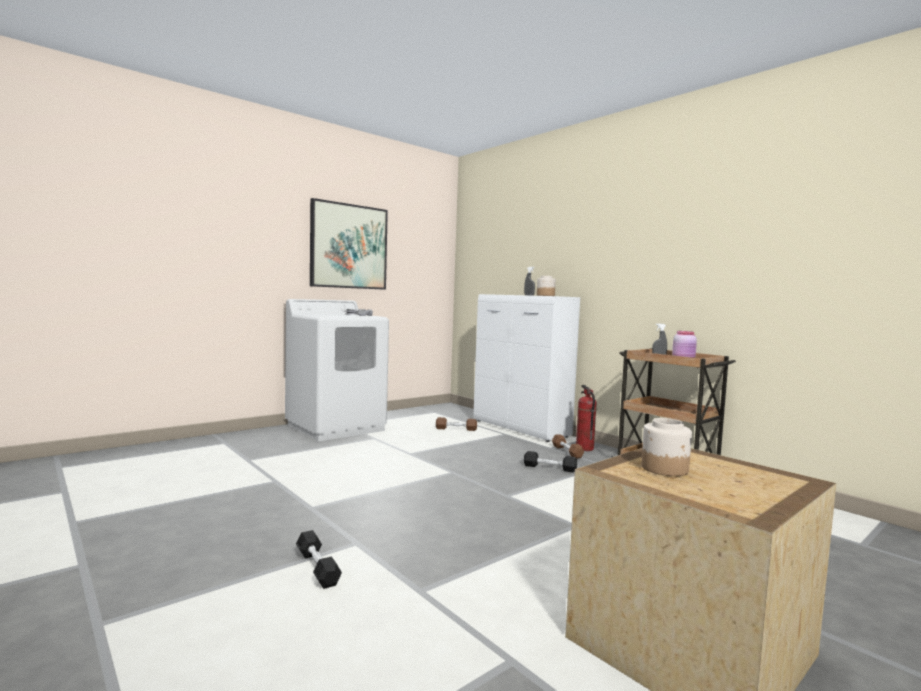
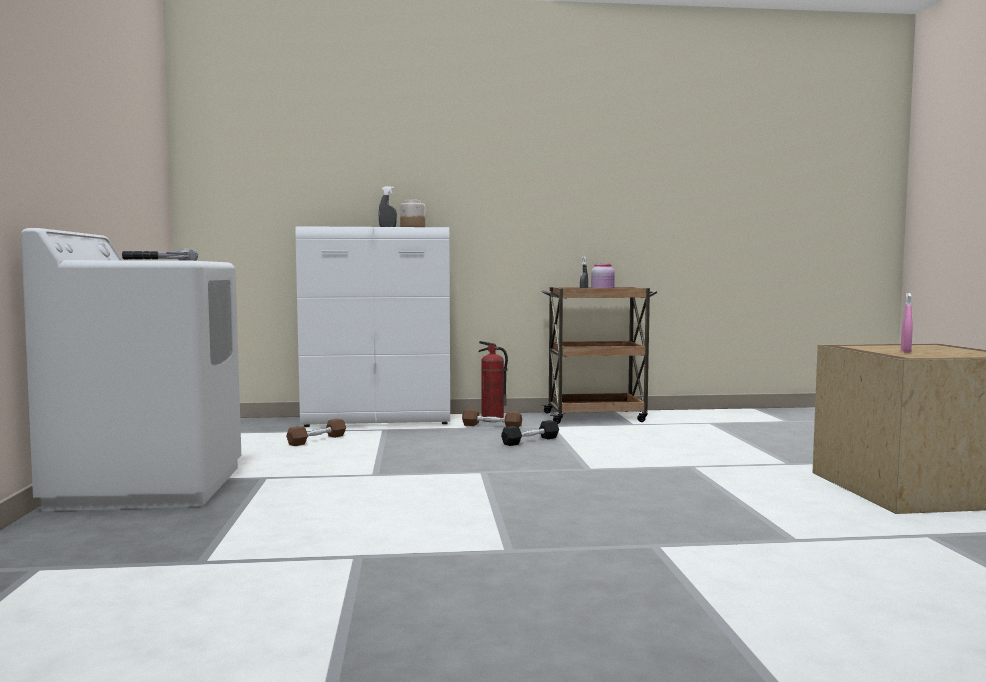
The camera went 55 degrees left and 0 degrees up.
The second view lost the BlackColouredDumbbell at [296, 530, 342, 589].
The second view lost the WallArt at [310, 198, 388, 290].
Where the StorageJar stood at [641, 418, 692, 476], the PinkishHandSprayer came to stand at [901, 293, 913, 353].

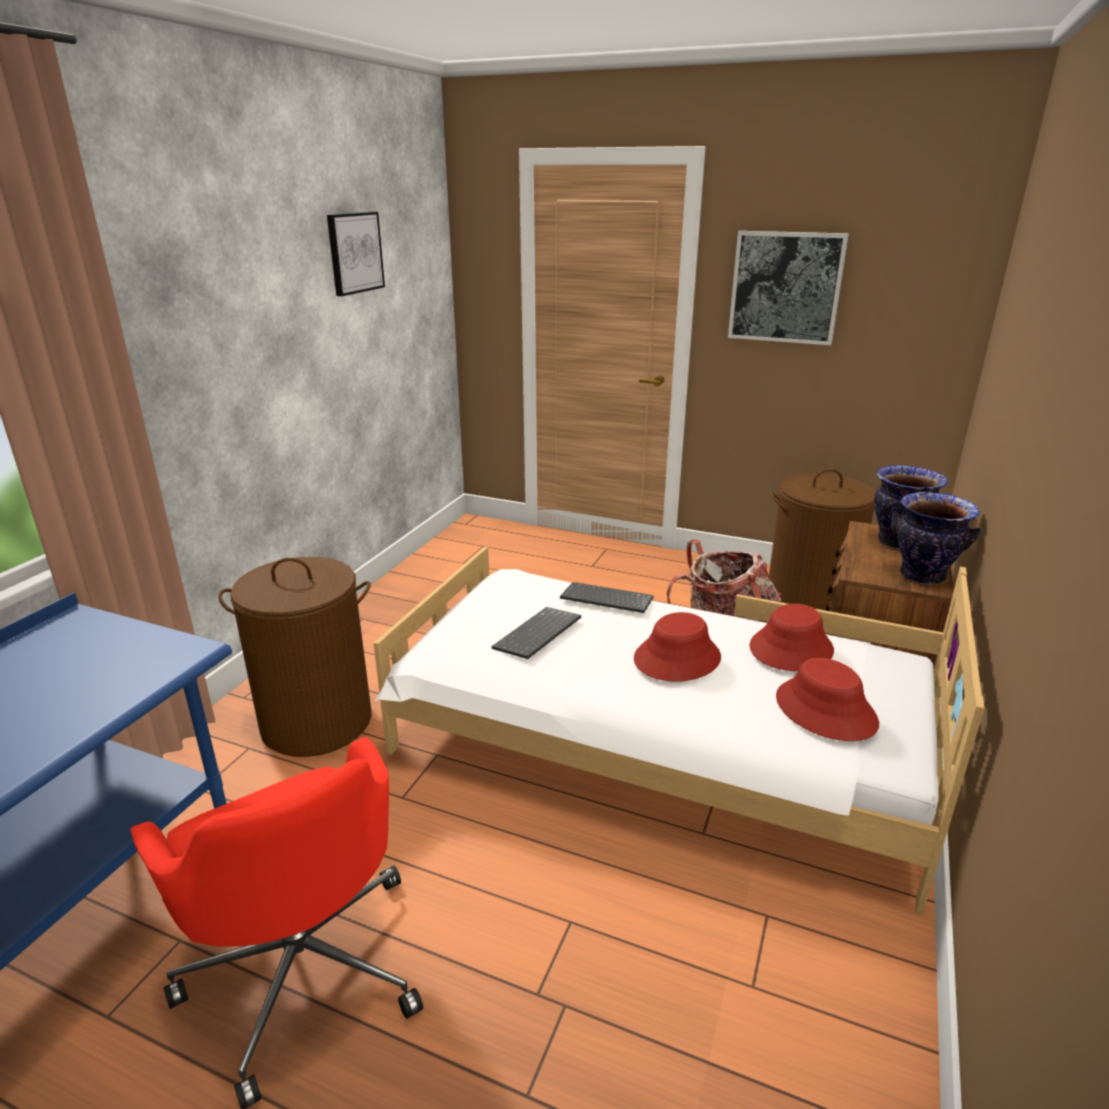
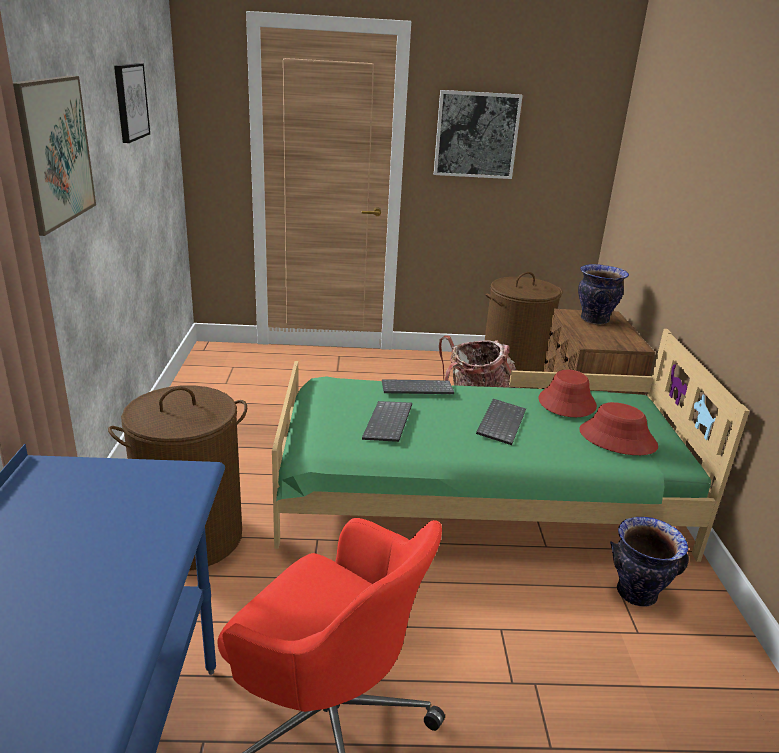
The camera went 25 degrees left and 0 degrees up.
What was the WhitishBed at [373, 547, 984, 916] turned into the GreenBed at [272, 329, 749, 562].
Where the RedHat stood at [634, 612, 721, 681], the Keyboard came to stand at [476, 399, 526, 445].
The Vase ended up elsewhere, having gone from [891, 492, 981, 585] to [610, 517, 689, 607].
The second view gained the WallArt at [13, 76, 96, 236].

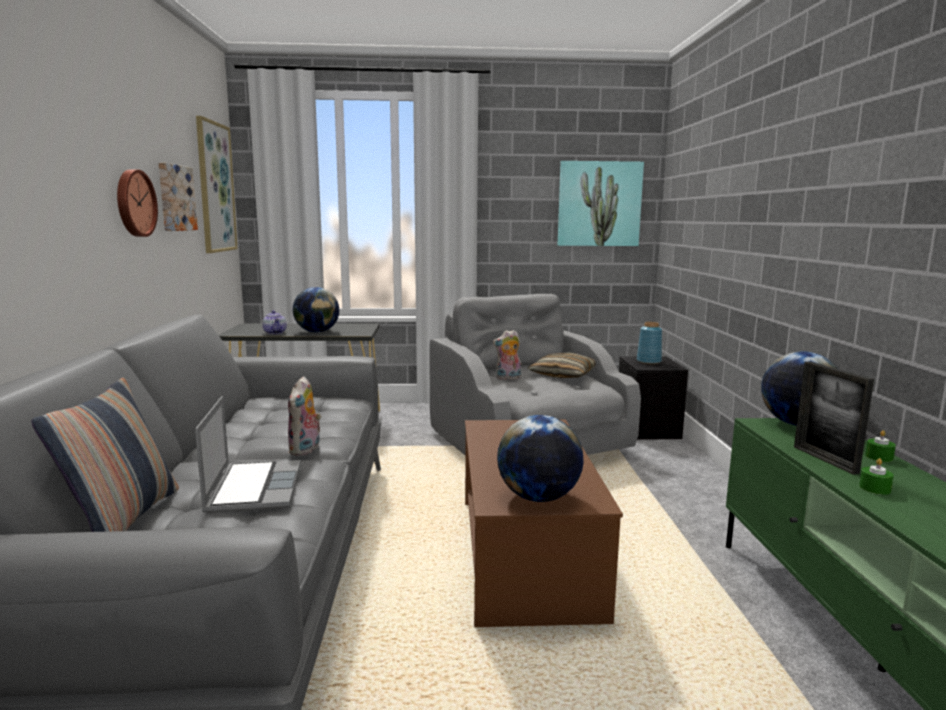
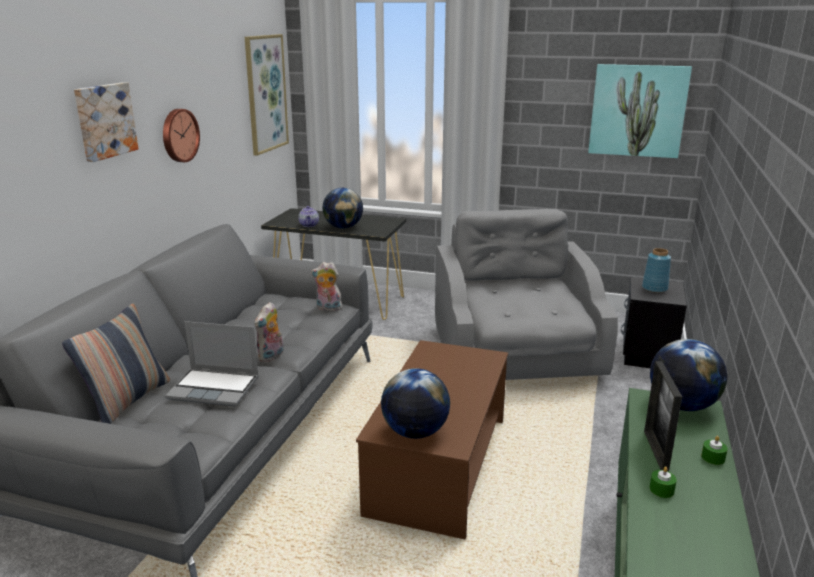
The camera went 20 degrees right and 10 degrees up.
The WallArt ended up elsewhere, having gone from [158, 163, 198, 231] to [74, 82, 138, 162].
The PortableComputer at [195, 396, 301, 513] ended up facing another way, 90 degrees clockwise from before.
The CuddlyToy ended up elsewhere, having gone from [493, 330, 521, 380] to [311, 262, 342, 311].
The second view lost the Cushion at [528, 353, 596, 378].

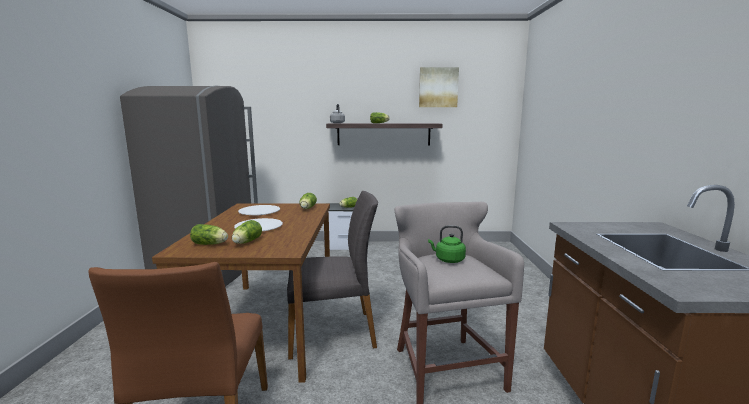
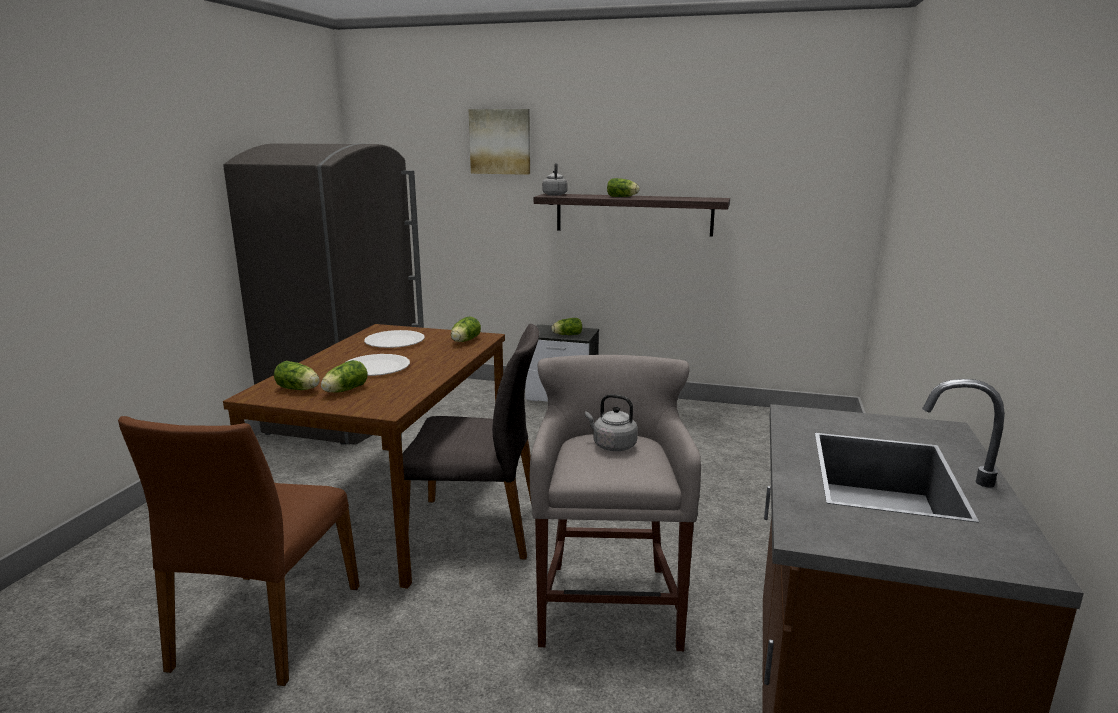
The camera went 15 degrees right and 5 degrees up.
The WallArt ended up elsewhere, having gone from [419, 67, 459, 107] to [469, 109, 530, 175].
What was the GreenTeaKettle at [428, 225, 466, 263] turned into the GreyishTeaKettle at [585, 394, 638, 451].

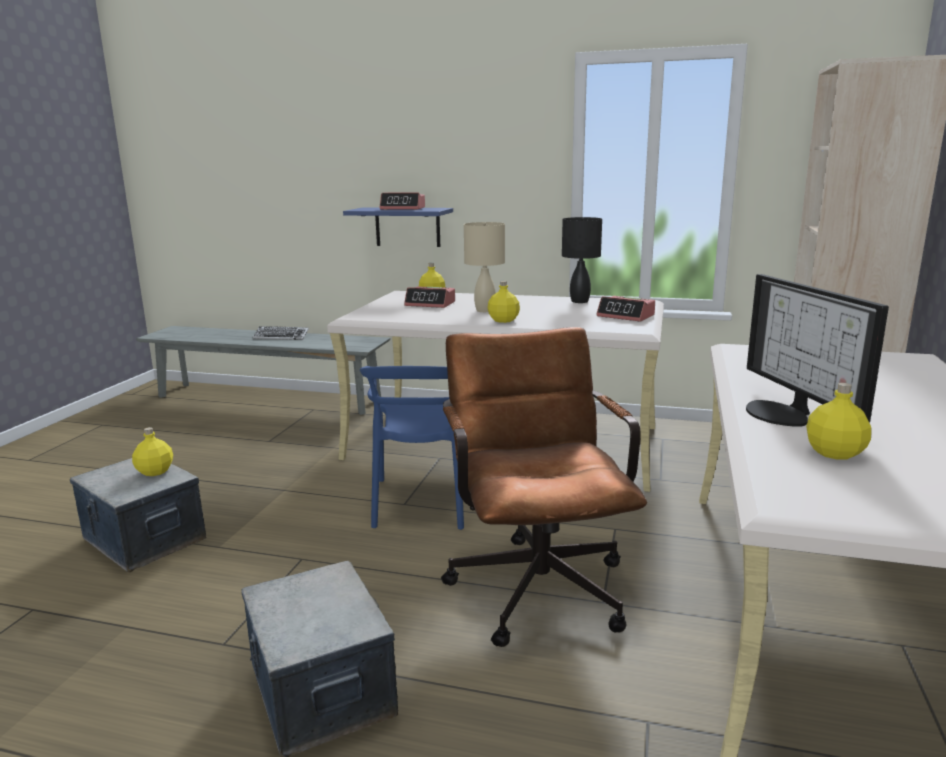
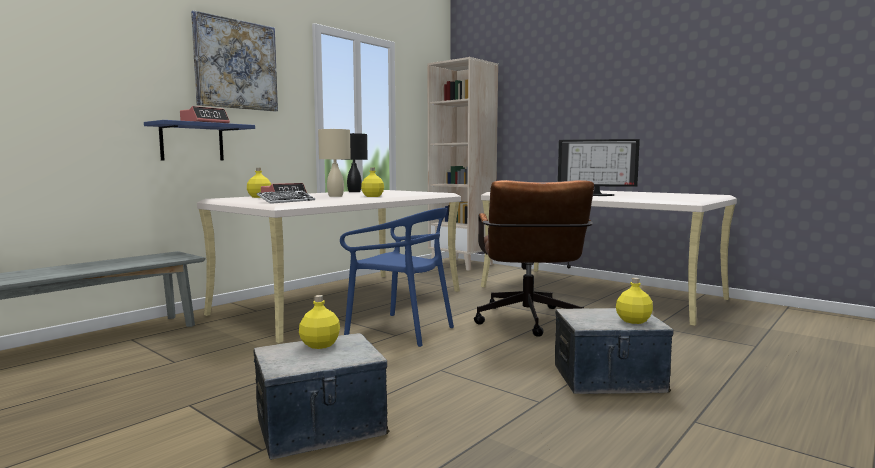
The camera went 65 degrees left and 10 degrees down.
The Keyboard ended up elsewhere, having gone from [253, 326, 309, 340] to [257, 190, 315, 204].
The BrownDeskChair at [441, 327, 647, 647] ended up facing another way, 105 degrees counterclockwise from before.
The second view lost the TableClock at [596, 296, 655, 322].
The YellowColouredBottle ended up elsewhere, having gone from [806, 383, 871, 459] to [616, 277, 653, 324].
The second view gained the WallArt at [191, 10, 278, 111].

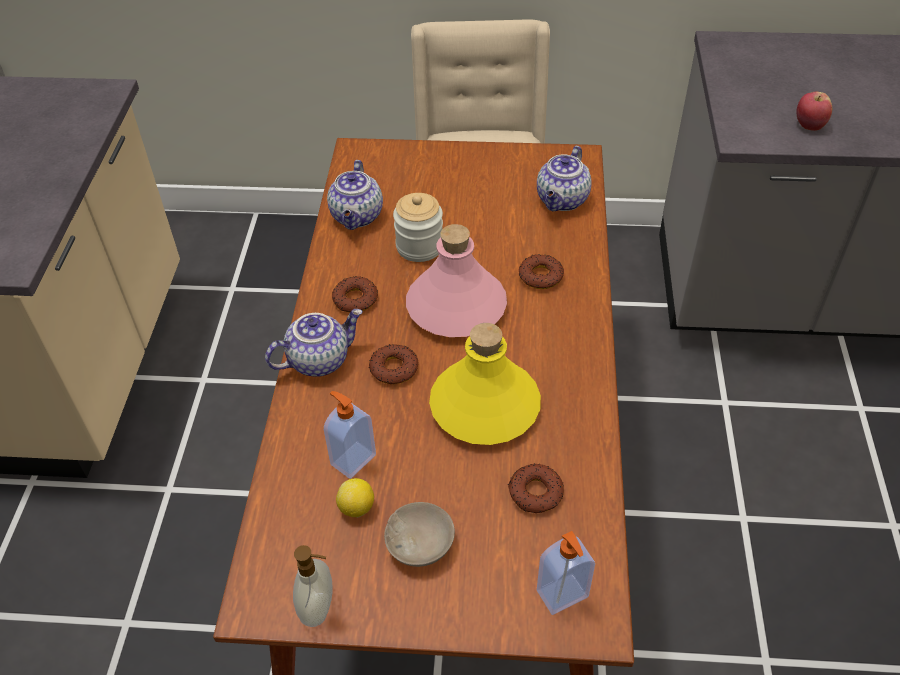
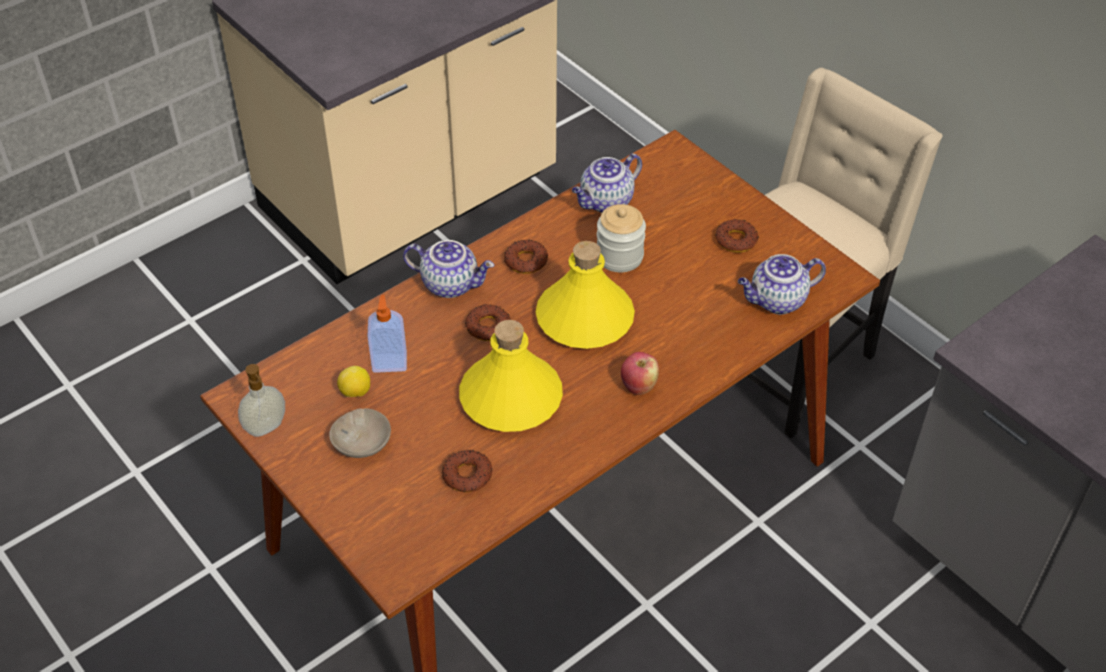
The camera went 45 degrees right and 0 degrees up.
What was the PinkishBottle at [406, 224, 507, 337] turned into the YellowColouredBottle at [536, 241, 635, 349].
The Doughnut ended up elsewhere, having gone from [519, 254, 564, 289] to [715, 219, 759, 253].
The second view lost the SoapDispenser at [537, 531, 595, 615].
The Apple ended up elsewhere, having gone from [796, 92, 832, 131] to [621, 352, 659, 395].

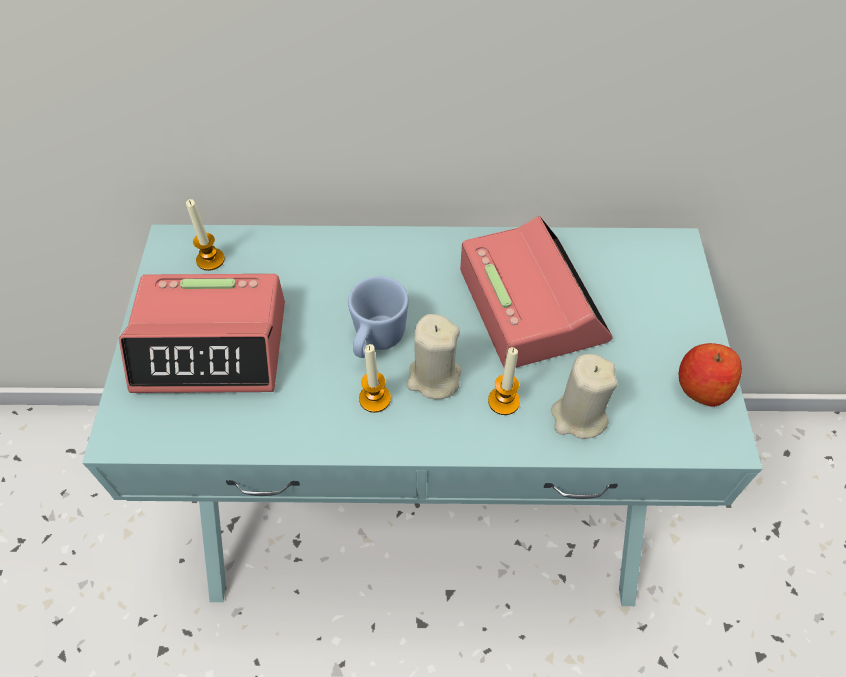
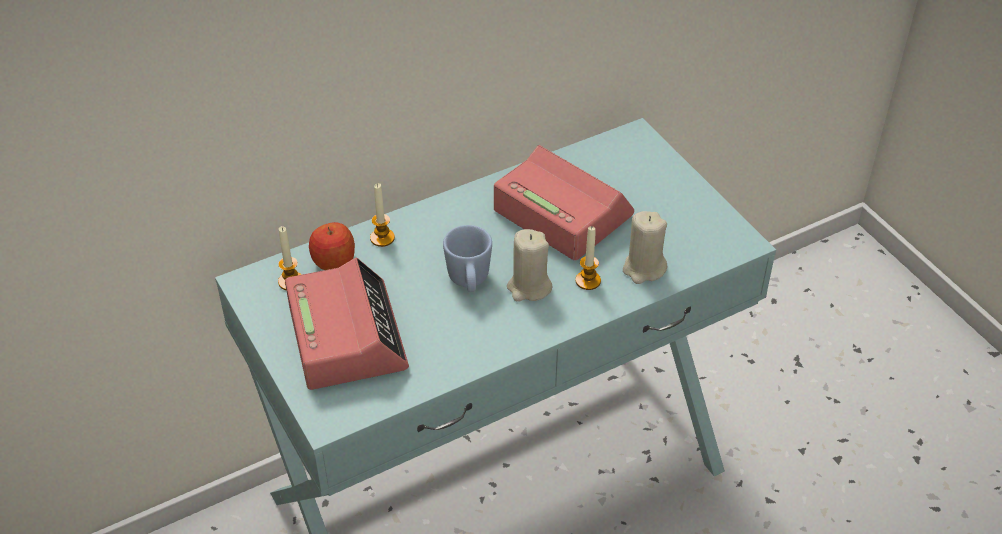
The camera went 30 degrees left and 10 degrees down.
The TableClock at [119, 274, 285, 393] ended up facing another way, 75 degrees counterclockwise from before.
The WaxLight ended up elsewhere, having gone from [359, 344, 391, 413] to [370, 183, 395, 247].
The Apple ended up elsewhere, having gone from [679, 343, 742, 407] to [309, 222, 355, 270].

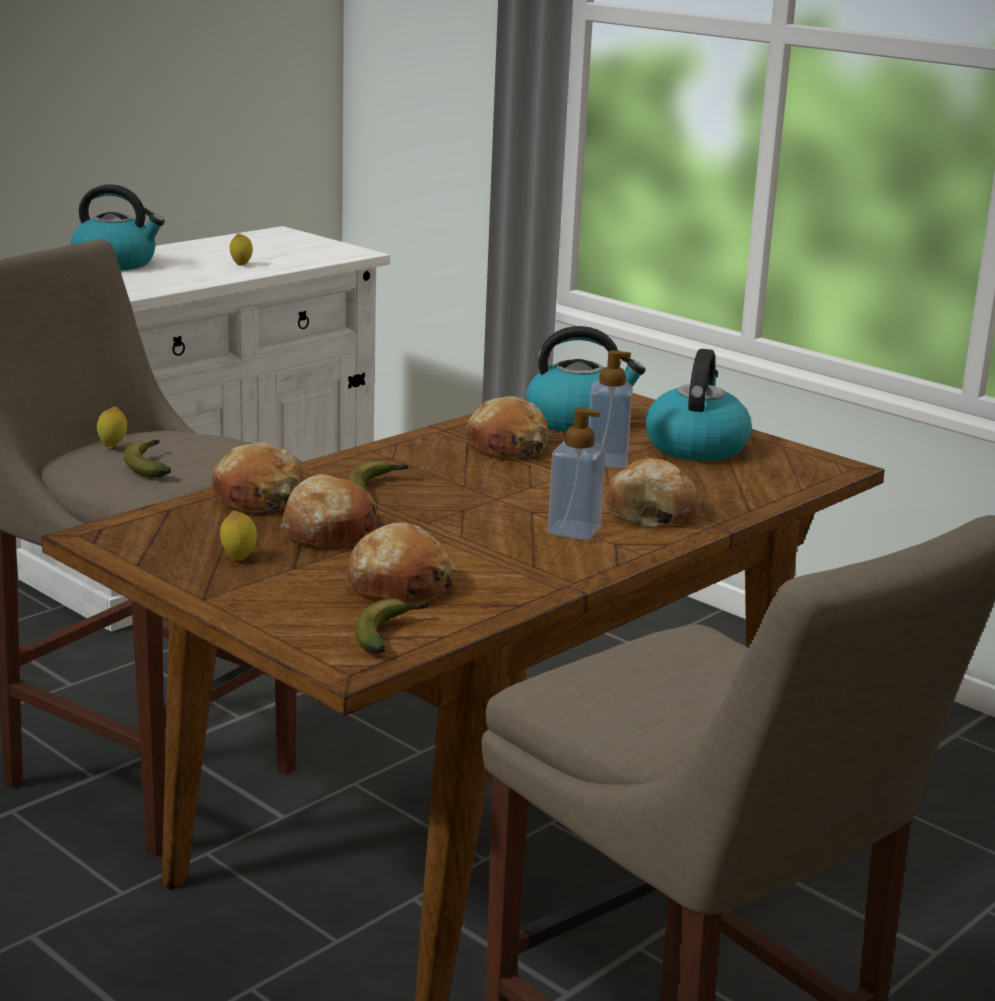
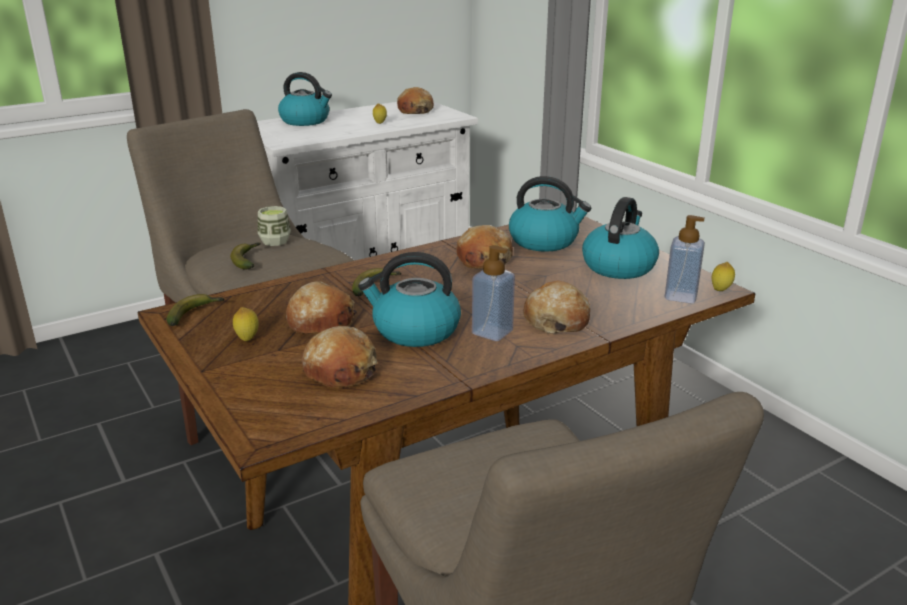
The camera went 15 degrees right and 5 degrees up.
The Lemon ended up elsewhere, having gone from [97, 406, 127, 447] to [711, 262, 735, 291].
The BakeryBread ended up elsewhere, having gone from [212, 443, 304, 512] to [397, 87, 434, 114].
The BananaFruit ended up elsewhere, having gone from [355, 599, 428, 653] to [166, 294, 225, 326].
The SoapDispenser ended up elsewhere, having gone from [588, 350, 633, 468] to [665, 215, 705, 303].
The second view gained the DrinkingCup at [258, 206, 291, 246].
The second view gained the TeaKettle at [358, 252, 461, 347].

